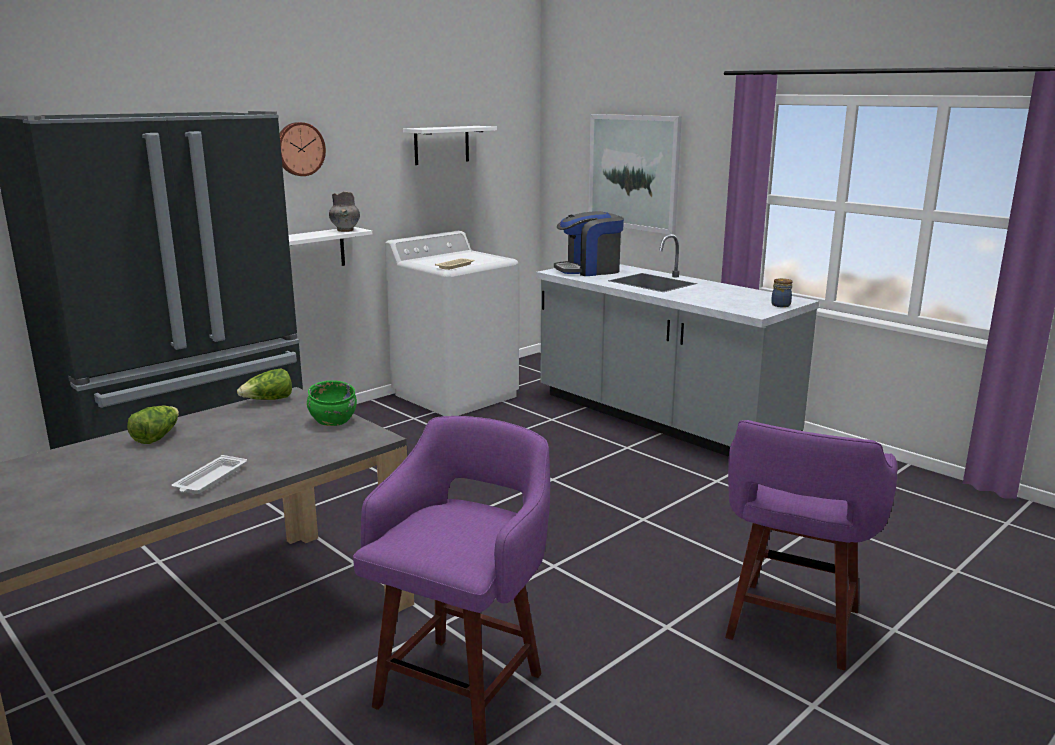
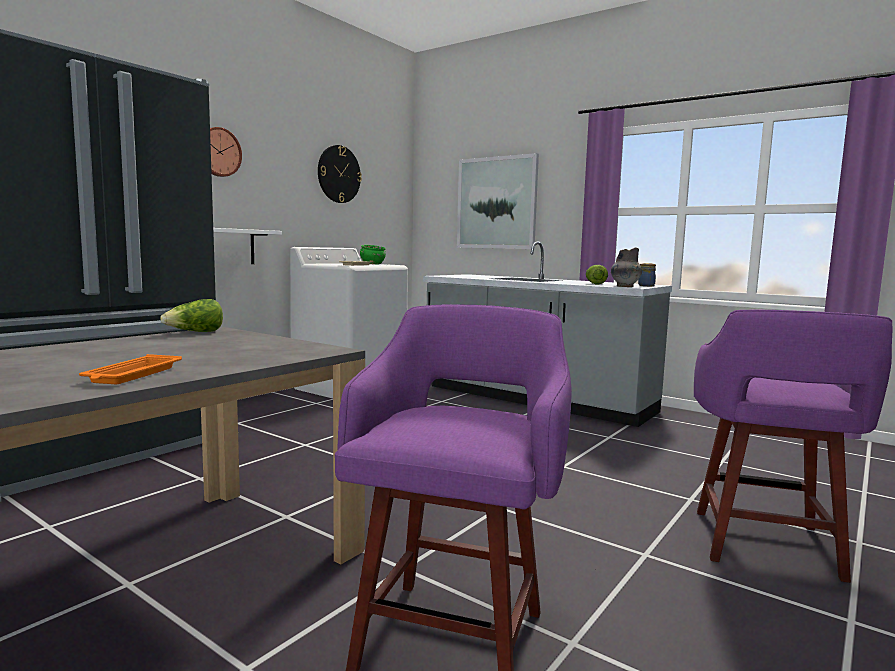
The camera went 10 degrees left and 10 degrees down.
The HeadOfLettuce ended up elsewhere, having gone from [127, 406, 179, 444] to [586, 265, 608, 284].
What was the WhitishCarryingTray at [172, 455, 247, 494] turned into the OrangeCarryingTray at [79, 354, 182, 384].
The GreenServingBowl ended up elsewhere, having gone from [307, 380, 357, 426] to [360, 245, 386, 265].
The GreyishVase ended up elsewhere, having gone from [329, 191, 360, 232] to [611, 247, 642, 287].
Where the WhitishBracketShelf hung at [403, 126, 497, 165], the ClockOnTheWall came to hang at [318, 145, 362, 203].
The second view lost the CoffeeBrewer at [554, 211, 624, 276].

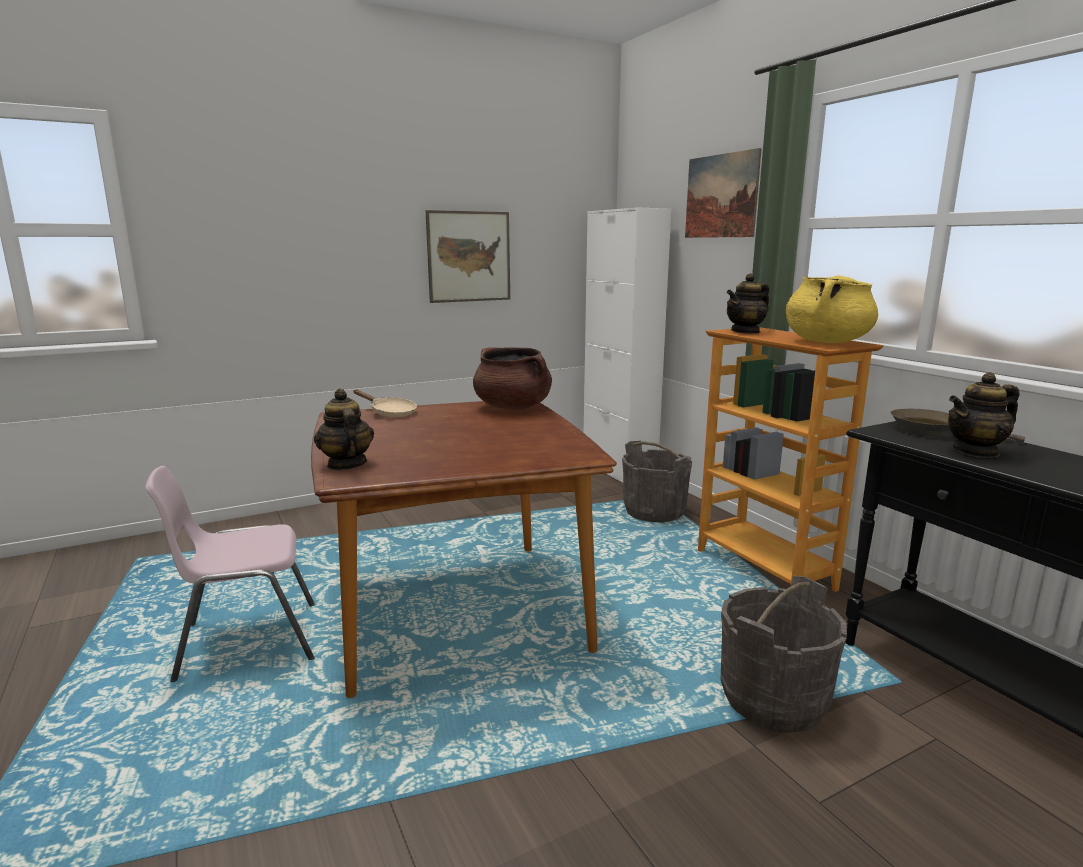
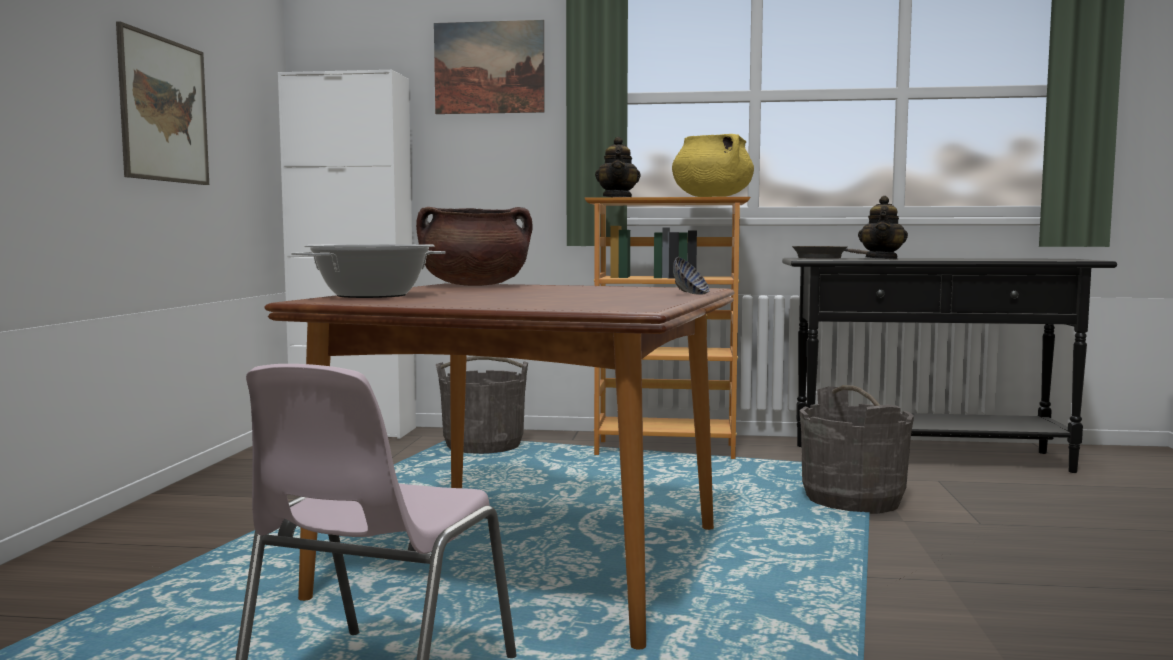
The camera went 55 degrees left and 10 degrees down.
The second view lost the PotForTea at [314, 389, 374, 470].
Where the BeigeColouredSkillet stood at [353, 390, 417, 417], the Stockpot came to stand at [291, 244, 446, 298].
The second view gained the ServingBowl at [673, 257, 710, 295].

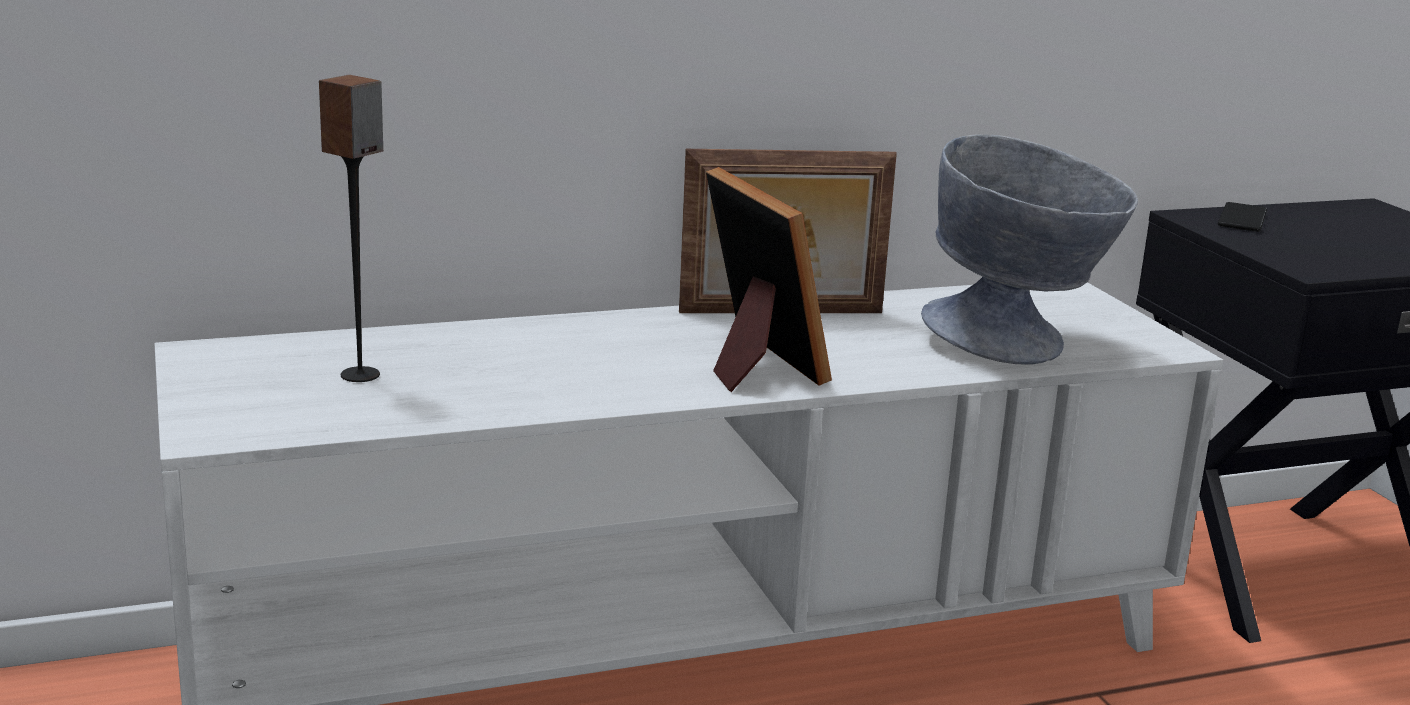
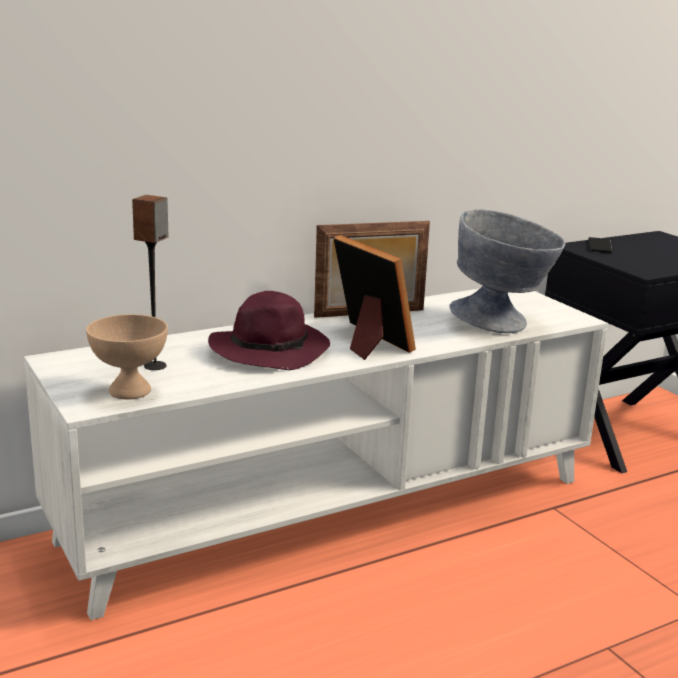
The camera went 10 degrees left and 0 degrees up.
The second view gained the BeigeColouredServingBowl at [86, 314, 168, 399].
The second view gained the PurpleHat at [208, 291, 330, 370].

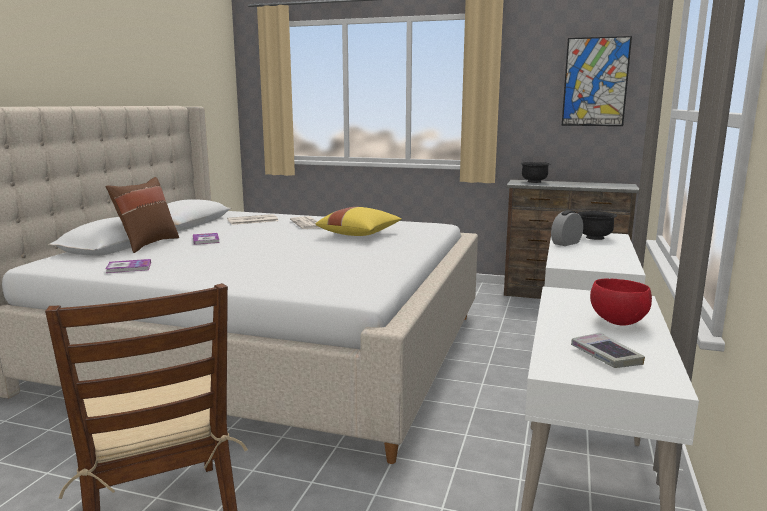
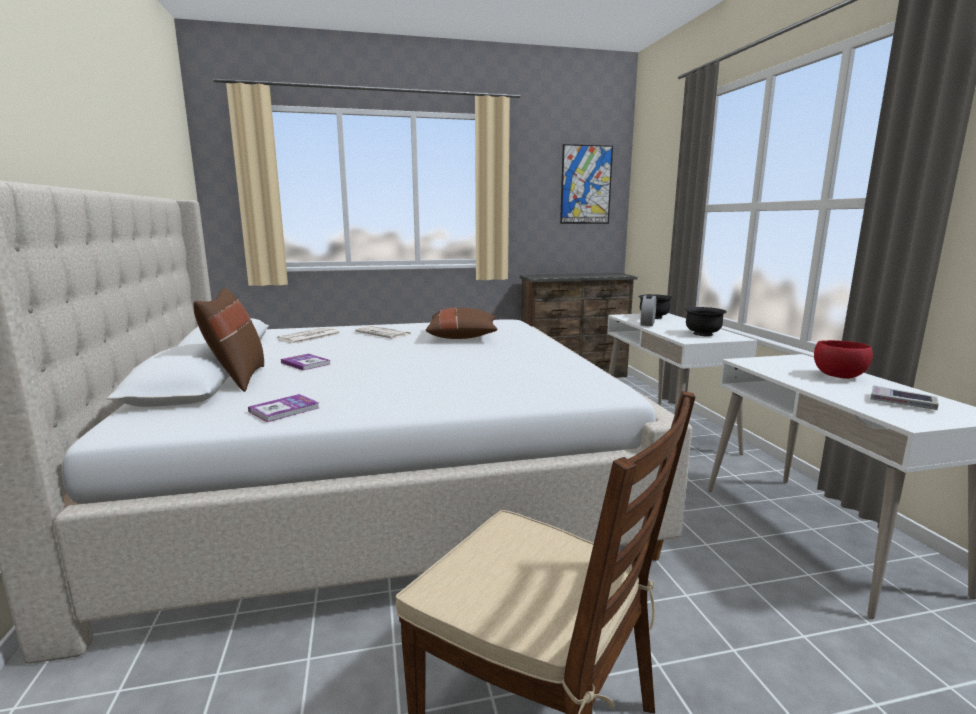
The camera went 30 degrees left and 0 degrees up.
What was the YellowColouredCushion at [316, 207, 402, 236] turned into the BrownCushion at [426, 308, 498, 339].
The BlackColouredServingBowl ended up elsewhere, having gone from [521, 162, 550, 183] to [685, 307, 727, 336].

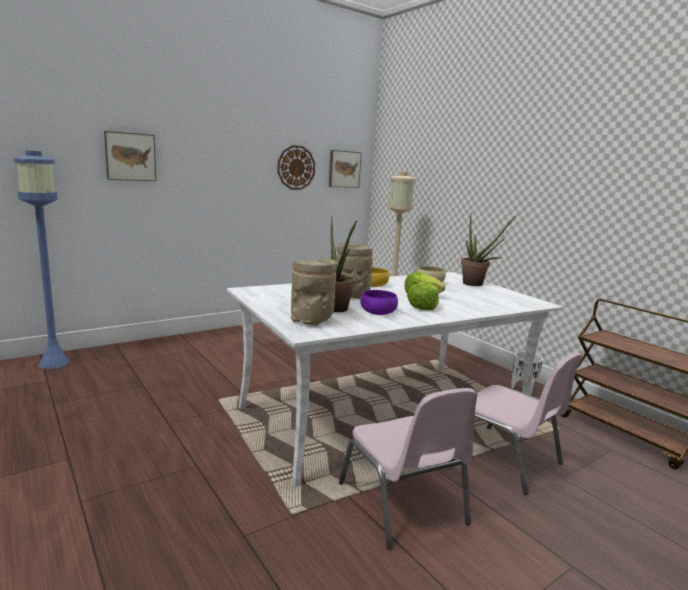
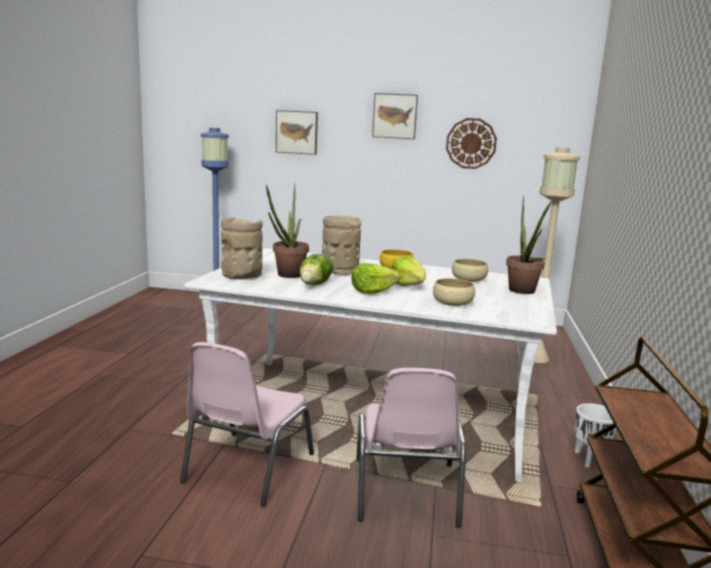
The camera went 45 degrees right and 0 degrees up.
The WallArt ended up elsewhere, having gone from [329, 150, 362, 188] to [372, 93, 418, 139].
Where the PurpleServingBowl stood at [360, 290, 398, 315], the HeadOfLettuce came to stand at [300, 254, 333, 285].
The second view gained the BeigeColouredServingBowl at [433, 278, 475, 306].

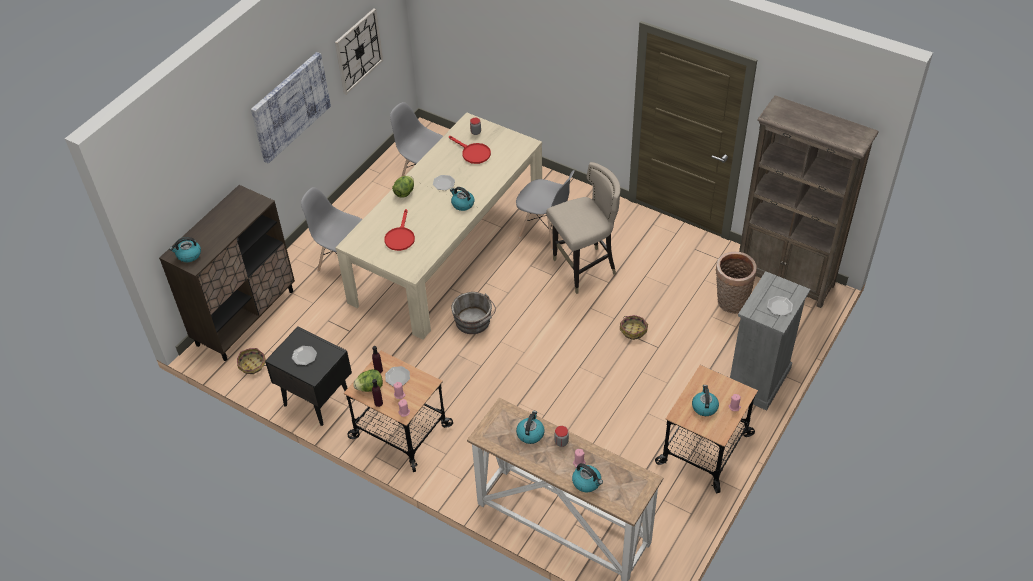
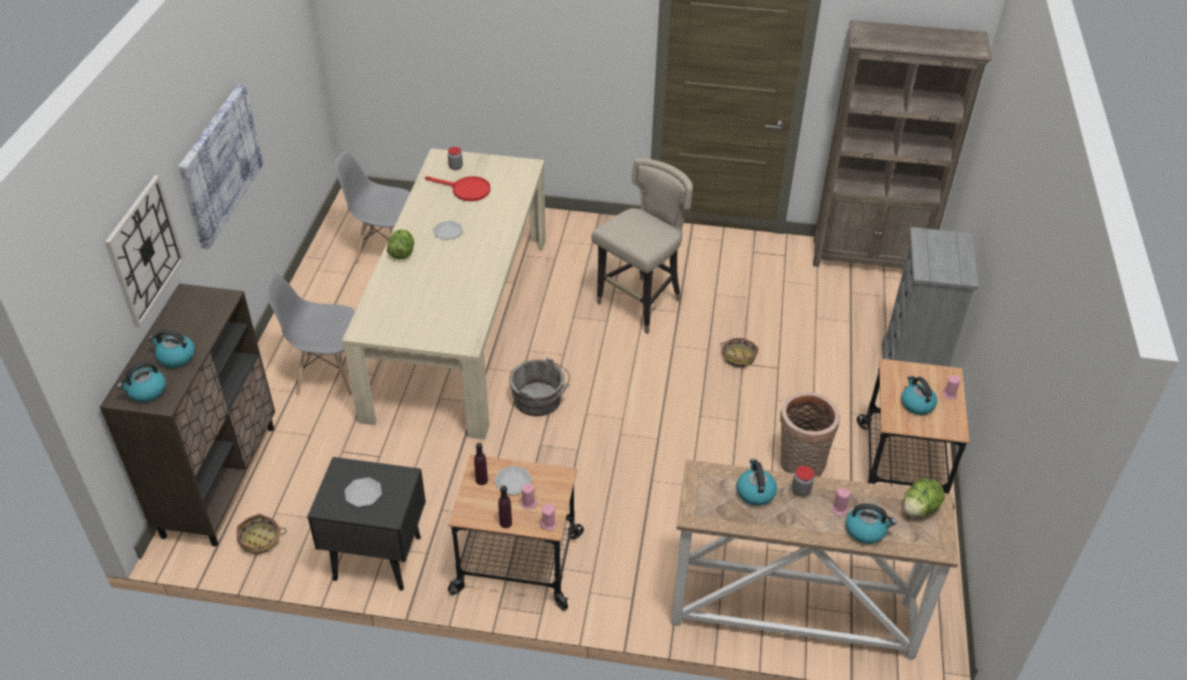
The camera went 25 degrees left and 5 degrees down.
The ClockOnTheWall ended up elsewhere, having gone from [335, 8, 383, 95] to [105, 175, 184, 327].
The HeadOfLettuce ended up elsewhere, having gone from [353, 369, 383, 392] to [904, 478, 945, 516].
The second view lost the RedSkillet at [384, 209, 415, 251].
The TeaKettle ended up elsewhere, having gone from [450, 187, 474, 211] to [149, 329, 195, 368].
The second view lost the GreyishPlainChair at [516, 170, 575, 250].
The Basket ended up elsewhere, having gone from [716, 251, 757, 314] to [780, 392, 840, 477].
The second view lost the DinnerPlate at [767, 296, 793, 316].

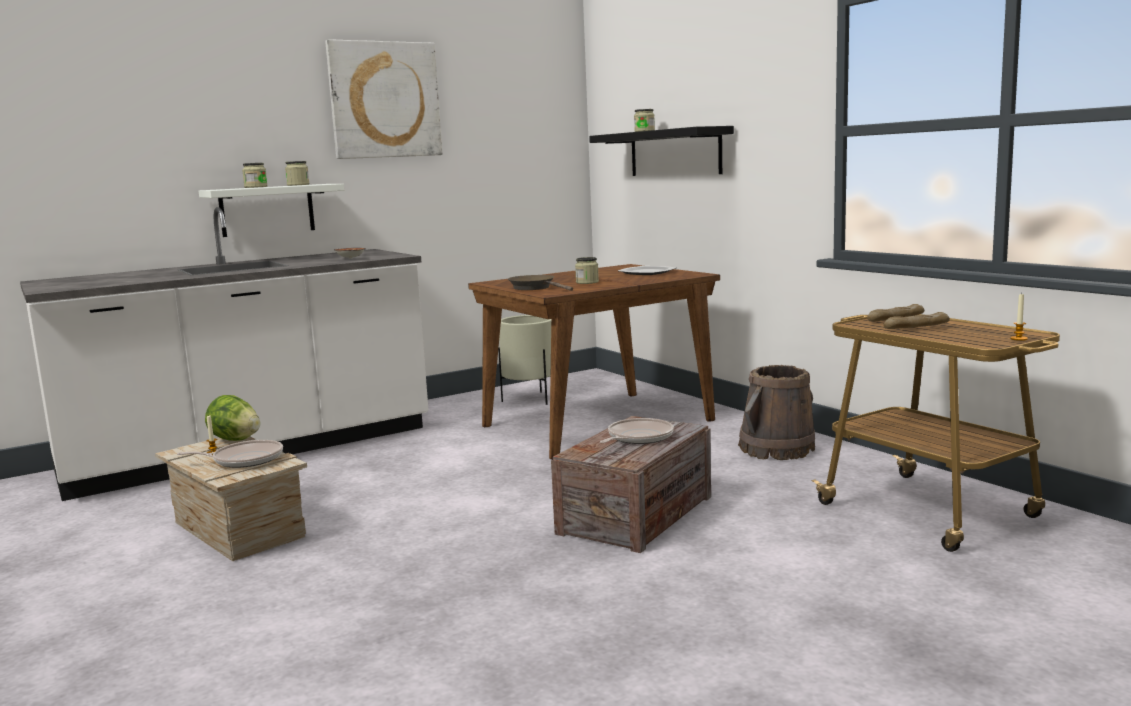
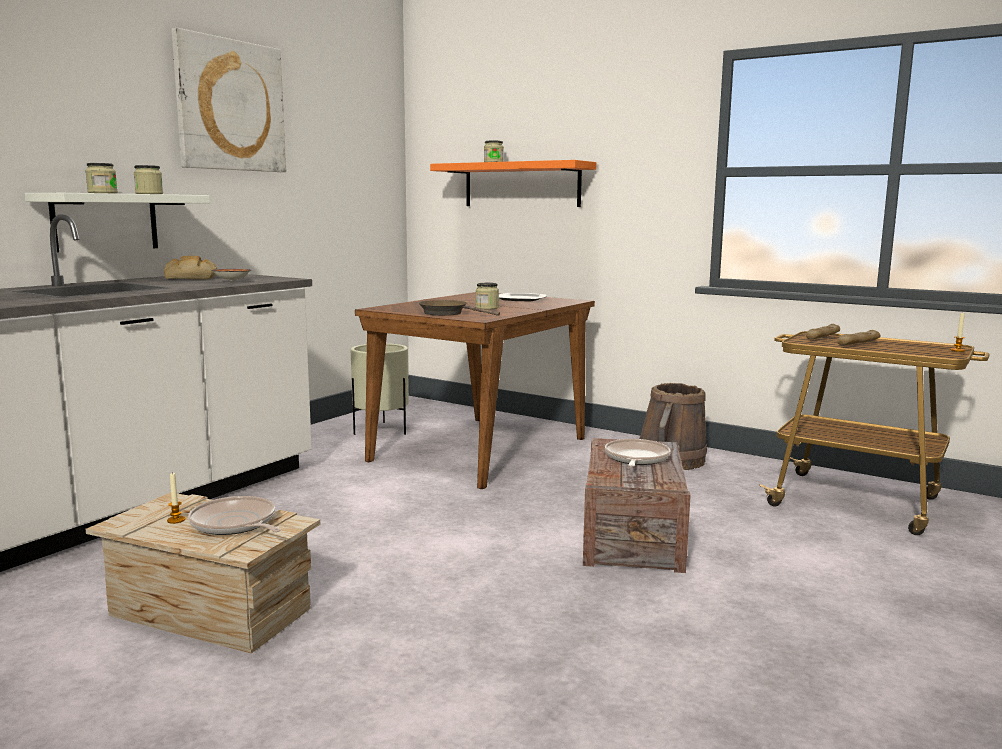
The camera went 25 degrees left and 0 degrees up.
The Skillet at [177, 440, 283, 468] ended up facing another way, 105 degrees counterclockwise from before.
The second view lost the HeadOfLettuce at [205, 395, 261, 441].
What was the BlackColouredBracketShelf at [589, 126, 734, 176] turned into the OrangeBracketShelf at [430, 160, 597, 207].
The second view gained the BakeryBread at [164, 256, 217, 279].

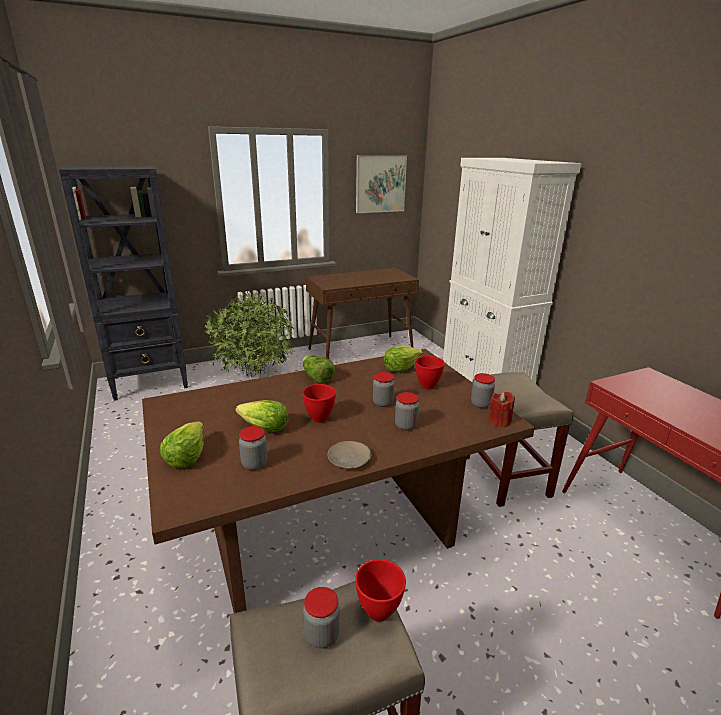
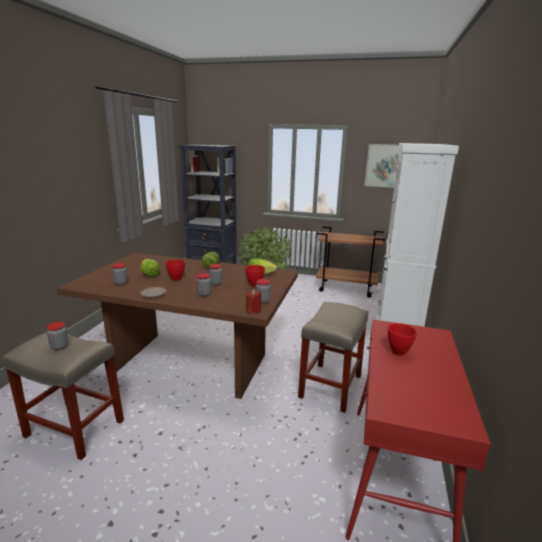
The camera went 40 degrees right and 5 degrees down.
The second view lost the HeadOfLettuce at [160, 422, 204, 468].
Where the BrownHallTable stood at [306, 268, 419, 359], the BrownCart came to stand at [316, 226, 385, 298].
The RedServingBowl ended up elsewhere, having gone from [355, 559, 406, 622] to [388, 323, 417, 356].

